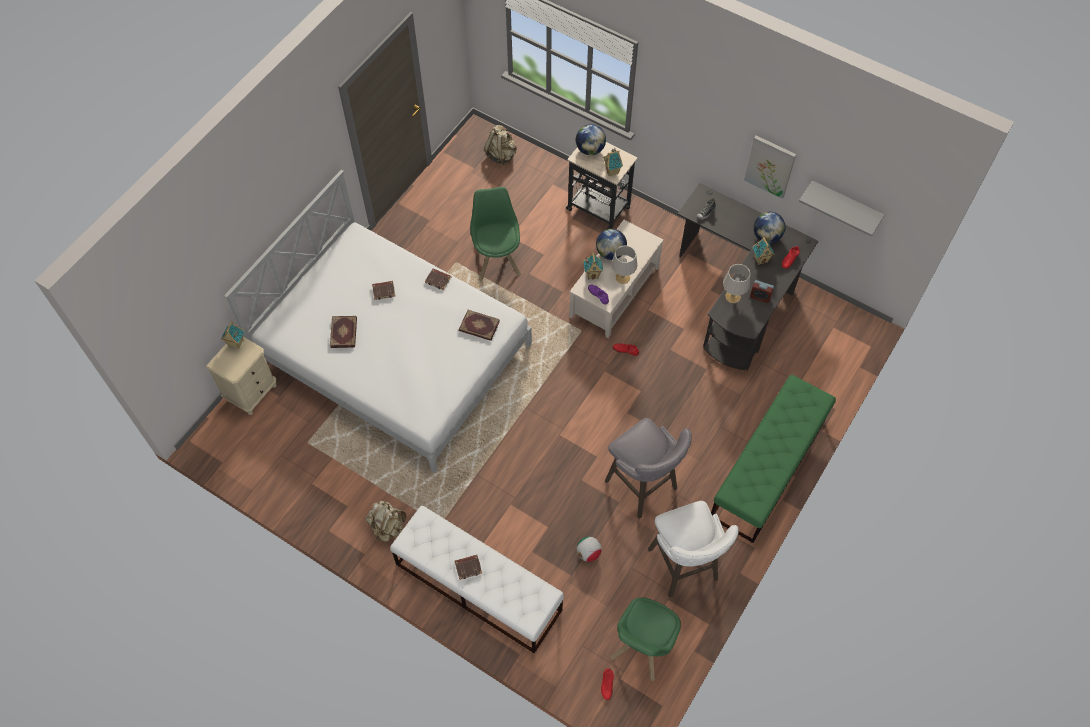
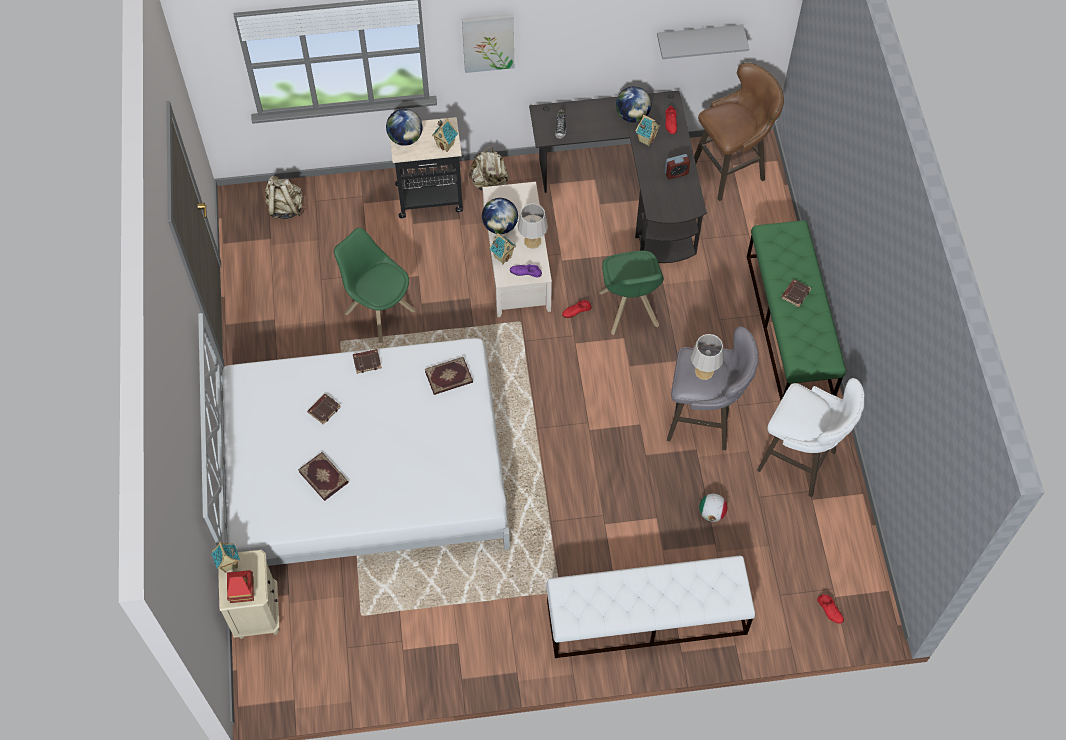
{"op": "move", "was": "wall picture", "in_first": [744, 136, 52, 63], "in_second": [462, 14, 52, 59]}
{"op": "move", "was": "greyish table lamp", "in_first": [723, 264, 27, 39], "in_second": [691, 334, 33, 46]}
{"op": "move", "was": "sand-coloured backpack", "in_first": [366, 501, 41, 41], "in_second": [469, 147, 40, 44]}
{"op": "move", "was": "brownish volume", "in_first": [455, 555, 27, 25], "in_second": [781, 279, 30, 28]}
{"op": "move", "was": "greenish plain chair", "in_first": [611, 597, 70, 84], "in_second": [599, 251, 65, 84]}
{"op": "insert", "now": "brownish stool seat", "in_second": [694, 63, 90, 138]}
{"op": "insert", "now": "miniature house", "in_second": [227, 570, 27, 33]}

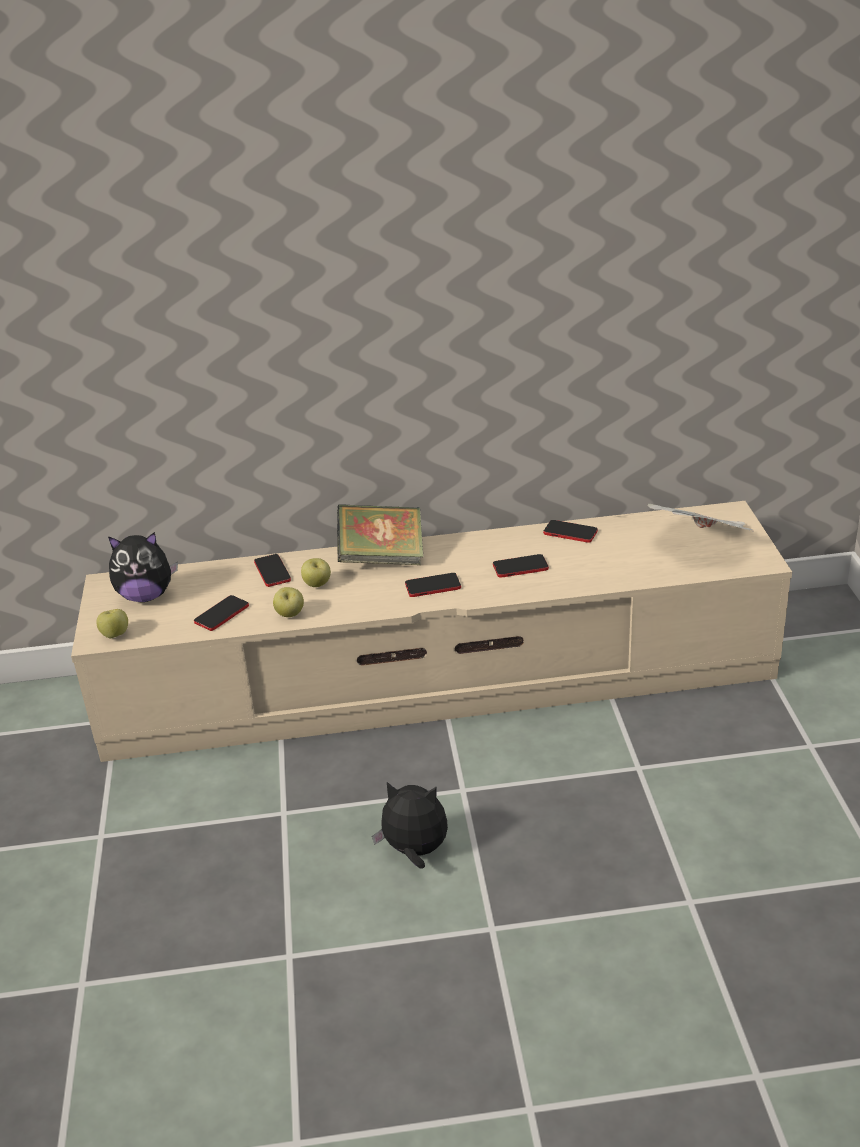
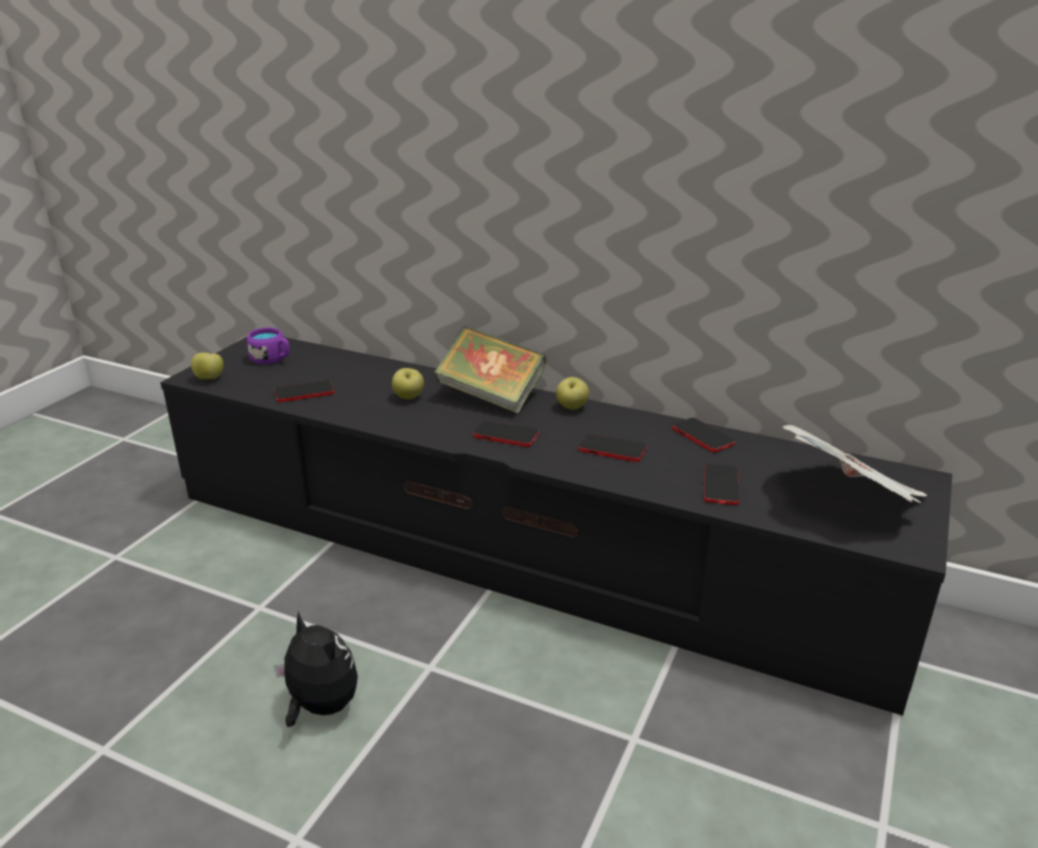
{"op": "recolor", "was": "sand-coloured tv unit", "now": "black-coloured tv unit", "in_first": [71, 501, 721, 261], "in_second": [160, 336, 792, 380]}
{"op": "replace", "was": "cuddly toy", "now": "purple-coloured tea mug", "in_first": [108, 532, 70, 70], "in_second": [246, 327, 44, 37]}
{"op": "move", "was": "handset", "in_first": [254, 554, 37, 33], "in_second": [704, 464, 35, 41]}
{"op": "move", "was": "apple fruit", "in_first": [273, 587, 31, 30], "in_second": [556, 377, 33, 32]}

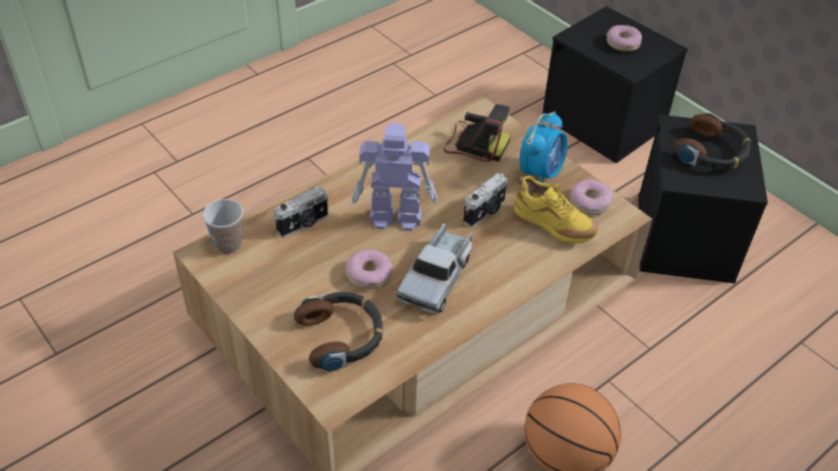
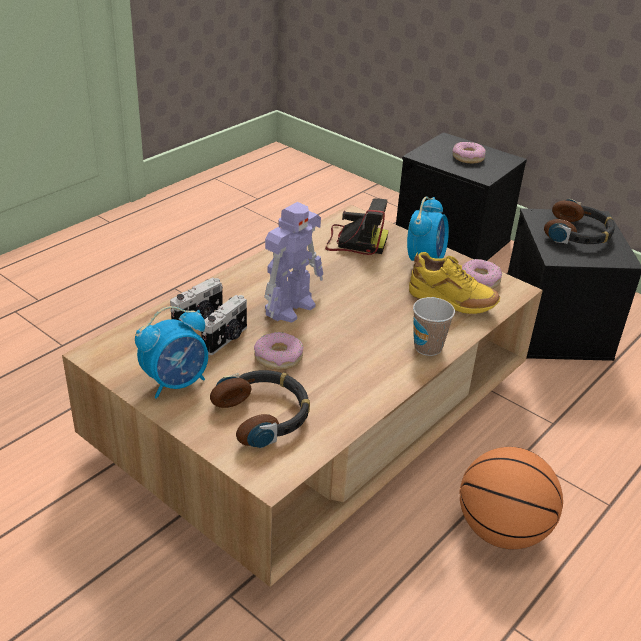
{"op": "rotate", "was": "robot figure", "in_first": [352, 123, 85, 108], "in_second": [264, 202, 59, 121], "clockwise": 135}
{"op": "move", "was": "still camera", "in_first": [463, 173, 44, 54], "in_second": [201, 295, 46, 60]}
{"op": "move", "was": "drinking cup", "in_first": [202, 199, 41, 55], "in_second": [413, 297, 42, 59]}
{"op": "delete", "was": "toy lorry", "in_first": [396, 223, 77, 90]}
{"op": "insert", "now": "bedside clock", "in_second": [135, 306, 73, 93]}

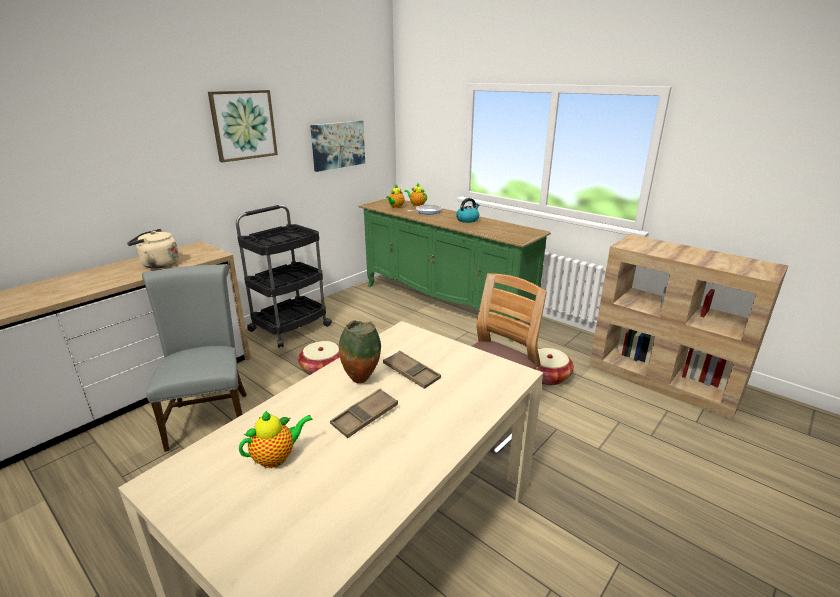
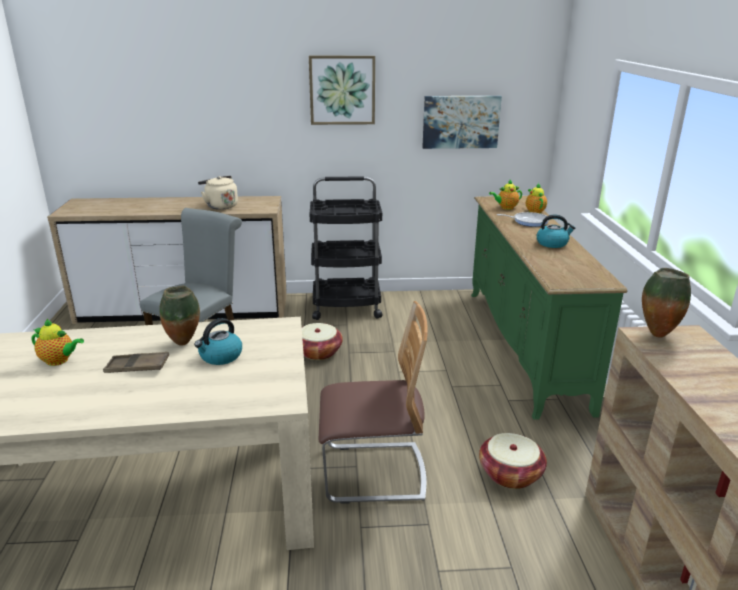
{"op": "replace", "was": "brownish tray", "now": "tea kettle", "in_first": [383, 351, 58, 38], "in_second": [194, 318, 48, 47]}
{"op": "insert", "now": "decorative vase", "in_second": [642, 268, 49, 69]}

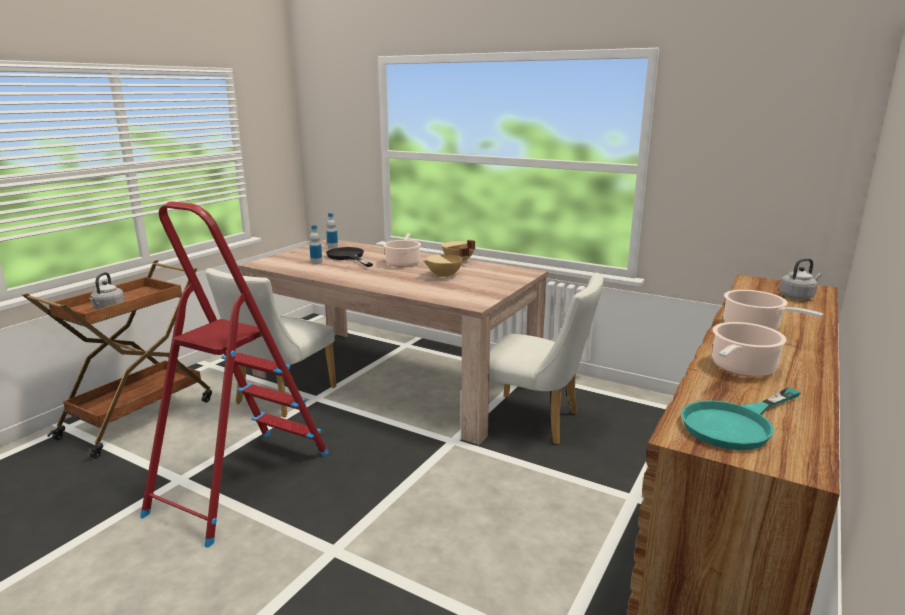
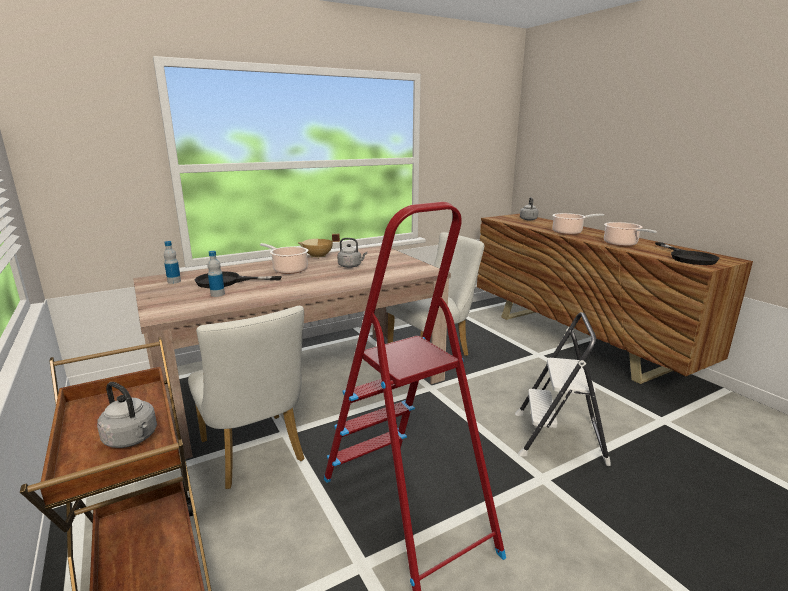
{"op": "replace", "was": "sand-coloured stockpot", "now": "greyish tea kettle", "in_first": [423, 247, 46, 32], "in_second": [337, 238, 30, 30]}
{"op": "recolor", "was": "turquoise-coloured frying pan", "now": "black-coloured frying pan", "in_first": [681, 387, 120, 63], "in_second": [655, 242, 65, 23]}
{"op": "insert", "now": "white-coloured step stool", "in_second": [515, 312, 96, 154]}

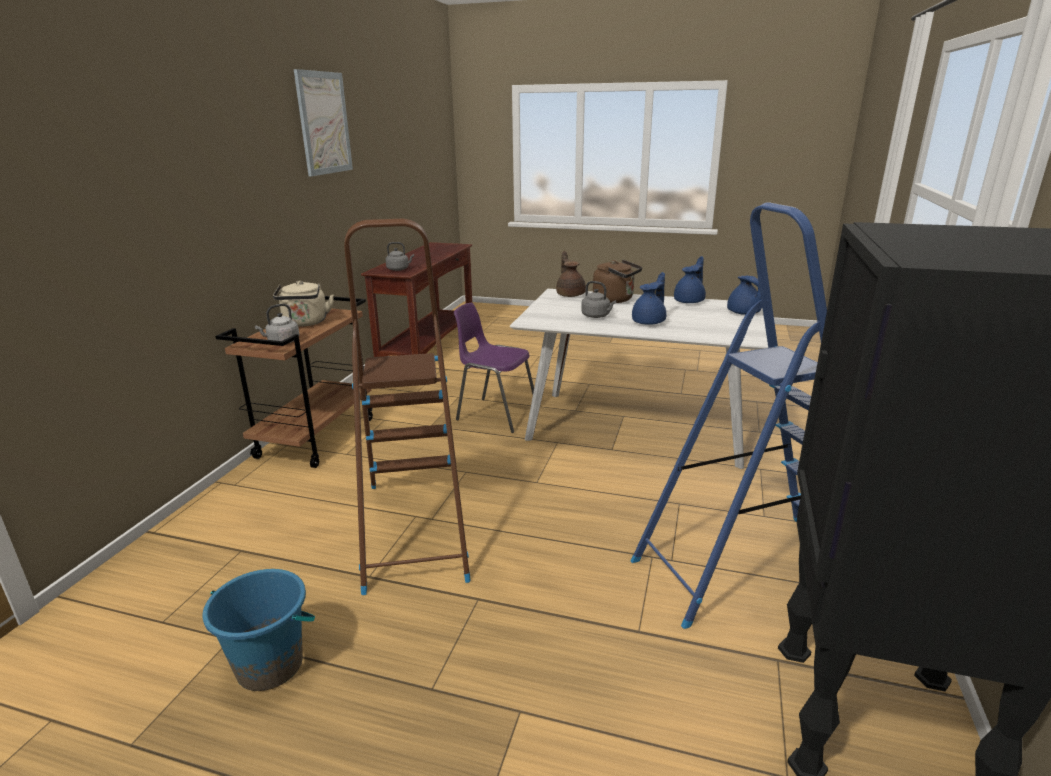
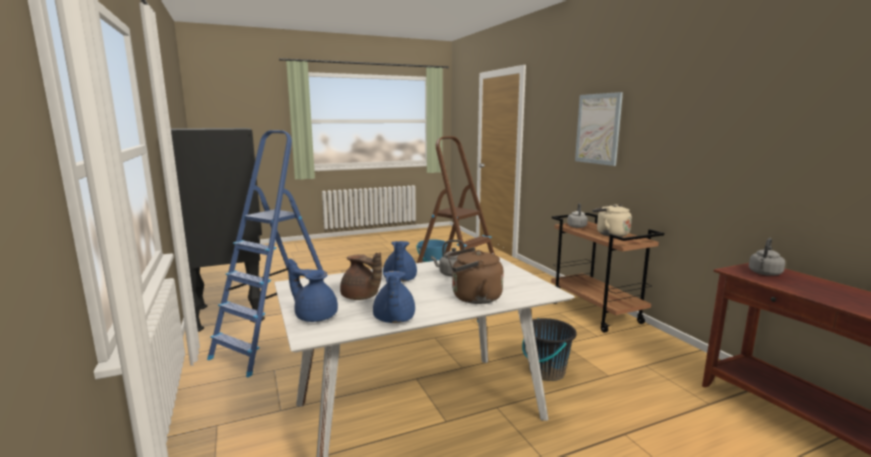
{"op": "move", "was": "wall picture", "in_first": [294, 69, 59, 108], "in_second": [575, 92, 48, 74]}
{"op": "move", "was": "brownish tea pot", "in_first": [556, 251, 30, 46], "in_second": [340, 252, 42, 48]}
{"op": "replace", "was": "purple-coloured plain chair", "now": "black-coloured water bucket", "in_first": [454, 303, 80, 130], "in_second": [522, 318, 55, 63]}

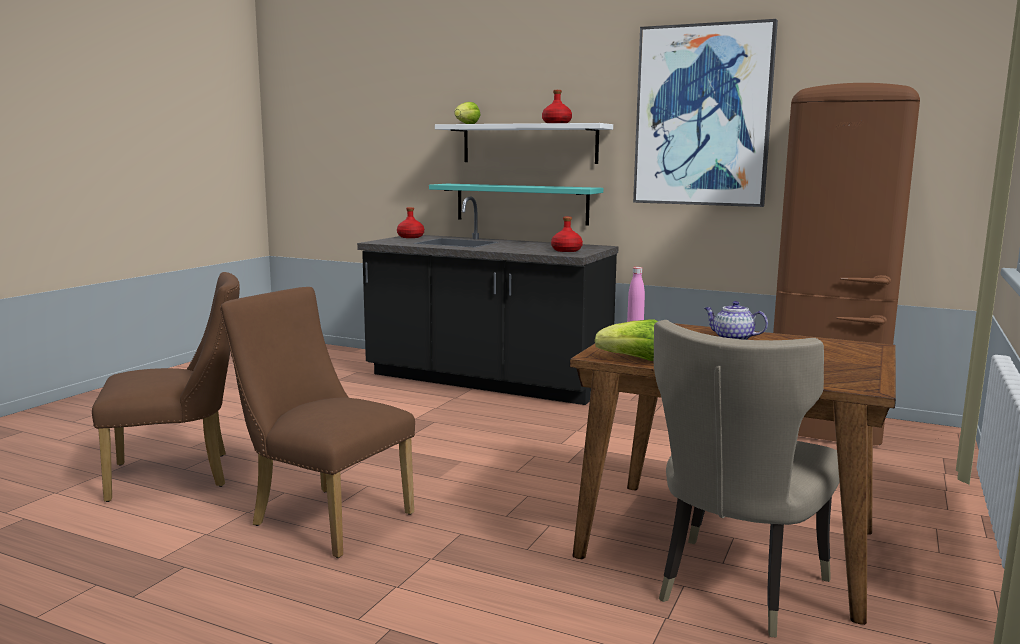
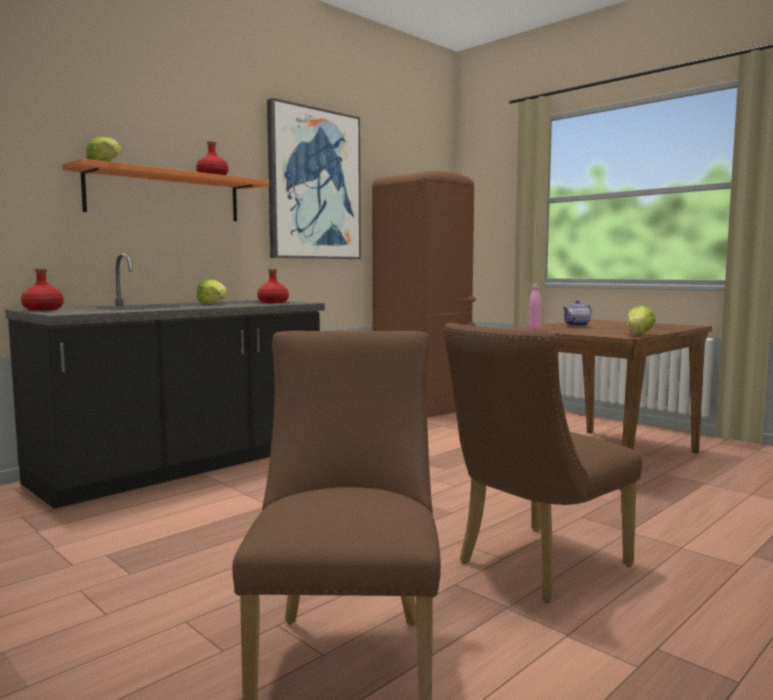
{"op": "recolor", "was": "white-coloured bracket shelf", "now": "orangey bracket shelf", "in_first": [435, 123, 178, 41], "in_second": [62, 158, 207, 63]}
{"op": "delete", "was": "turquoise-coloured bracket shelf", "in_first": [429, 184, 174, 42]}
{"op": "delete", "was": "sand-coloured plain chair", "in_first": [654, 320, 185, 318]}
{"op": "insert", "now": "lettuce head", "in_second": [196, 278, 31, 26]}

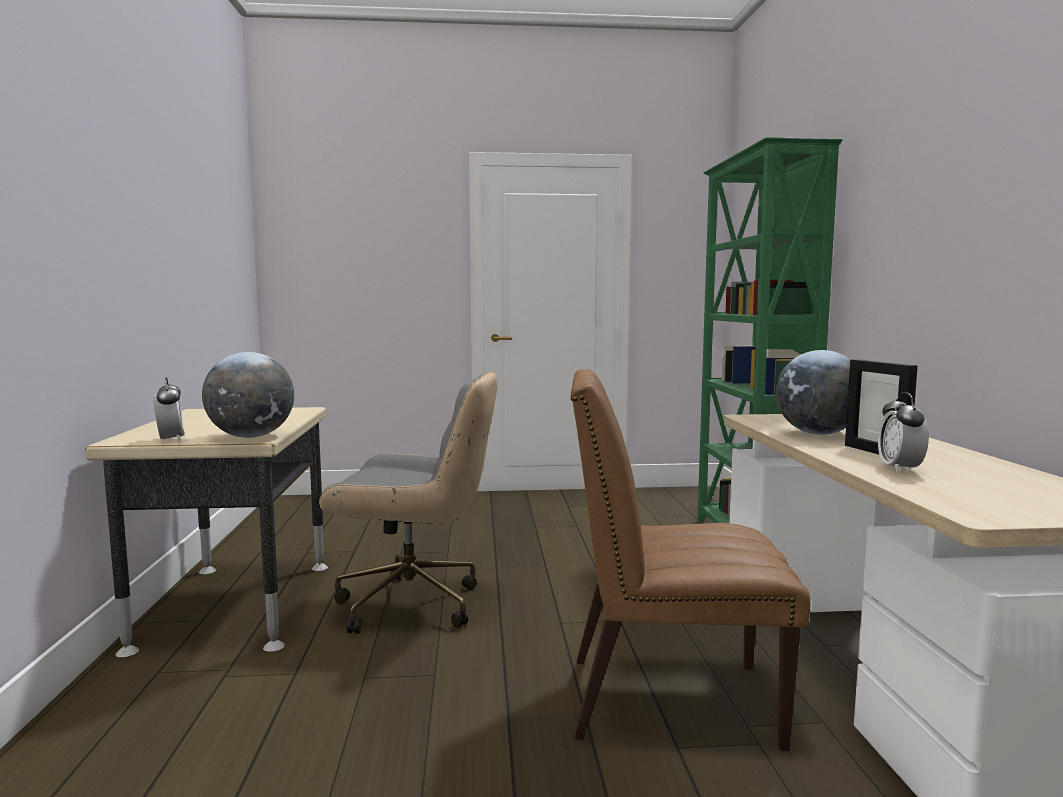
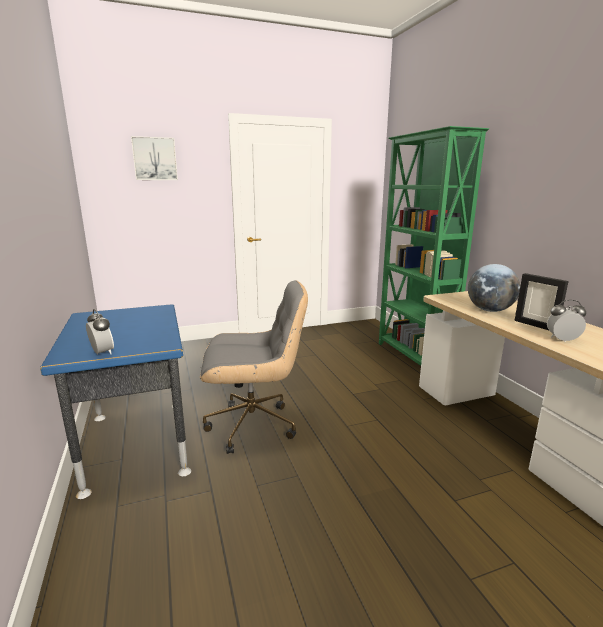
{"op": "delete", "was": "world globe", "in_first": [202, 352, 92, 86]}
{"op": "delete", "was": "brownish plain chair", "in_first": [571, 369, 240, 382]}
{"op": "rotate", "was": "bedside clock", "in_first": [878, 392, 51, 81], "in_second": [547, 300, 39, 42], "clockwise": 105}
{"op": "recolor", "was": "sand-coloured desk unit", "now": "bluish desk unit", "in_first": [85, 407, 243, 250], "in_second": [40, 304, 151, 195]}
{"op": "insert", "now": "wall picture", "in_second": [131, 136, 47, 44]}

